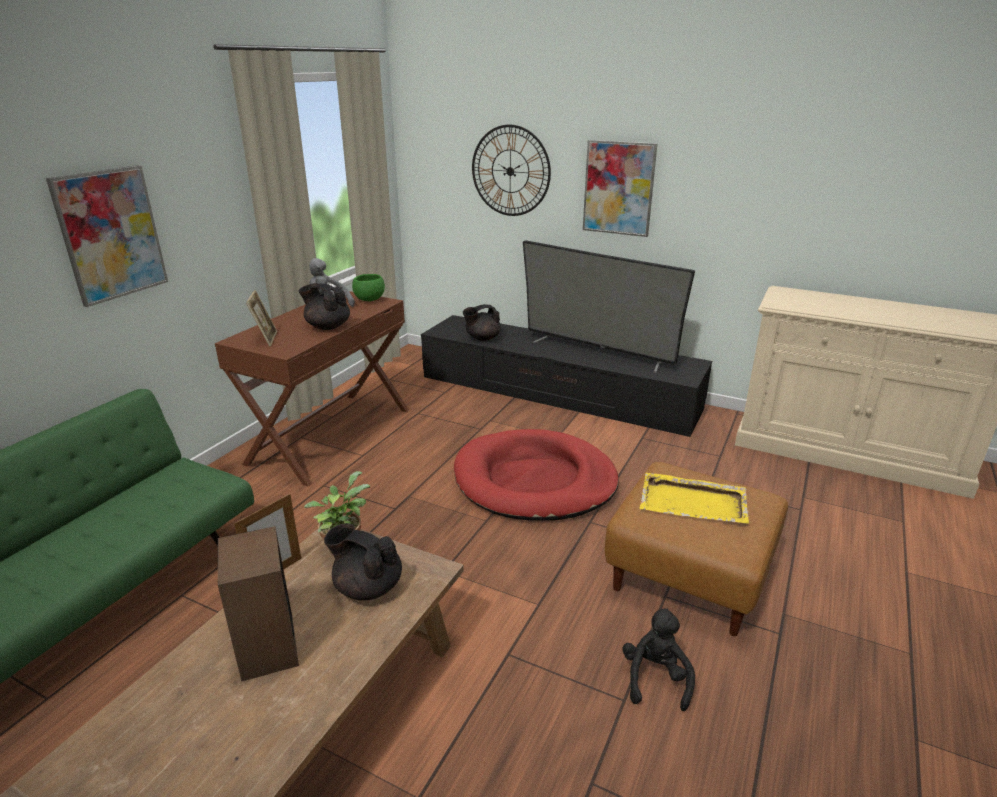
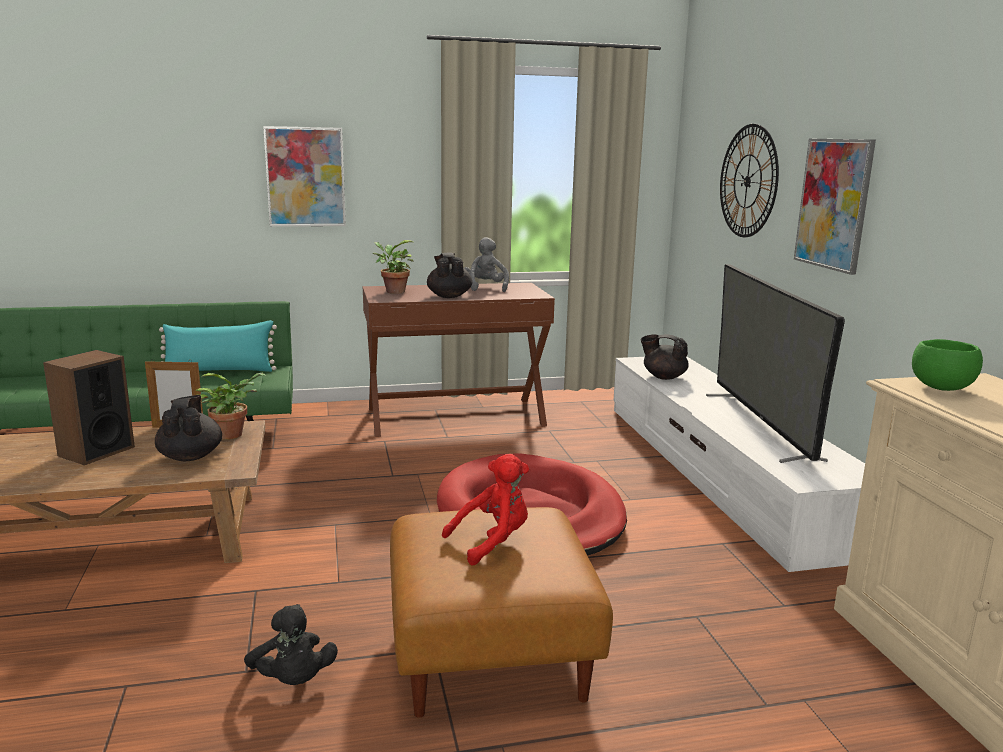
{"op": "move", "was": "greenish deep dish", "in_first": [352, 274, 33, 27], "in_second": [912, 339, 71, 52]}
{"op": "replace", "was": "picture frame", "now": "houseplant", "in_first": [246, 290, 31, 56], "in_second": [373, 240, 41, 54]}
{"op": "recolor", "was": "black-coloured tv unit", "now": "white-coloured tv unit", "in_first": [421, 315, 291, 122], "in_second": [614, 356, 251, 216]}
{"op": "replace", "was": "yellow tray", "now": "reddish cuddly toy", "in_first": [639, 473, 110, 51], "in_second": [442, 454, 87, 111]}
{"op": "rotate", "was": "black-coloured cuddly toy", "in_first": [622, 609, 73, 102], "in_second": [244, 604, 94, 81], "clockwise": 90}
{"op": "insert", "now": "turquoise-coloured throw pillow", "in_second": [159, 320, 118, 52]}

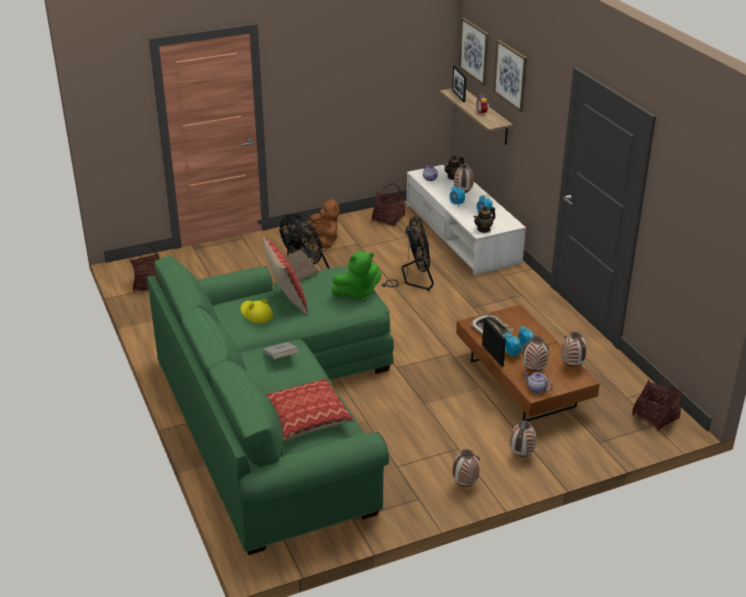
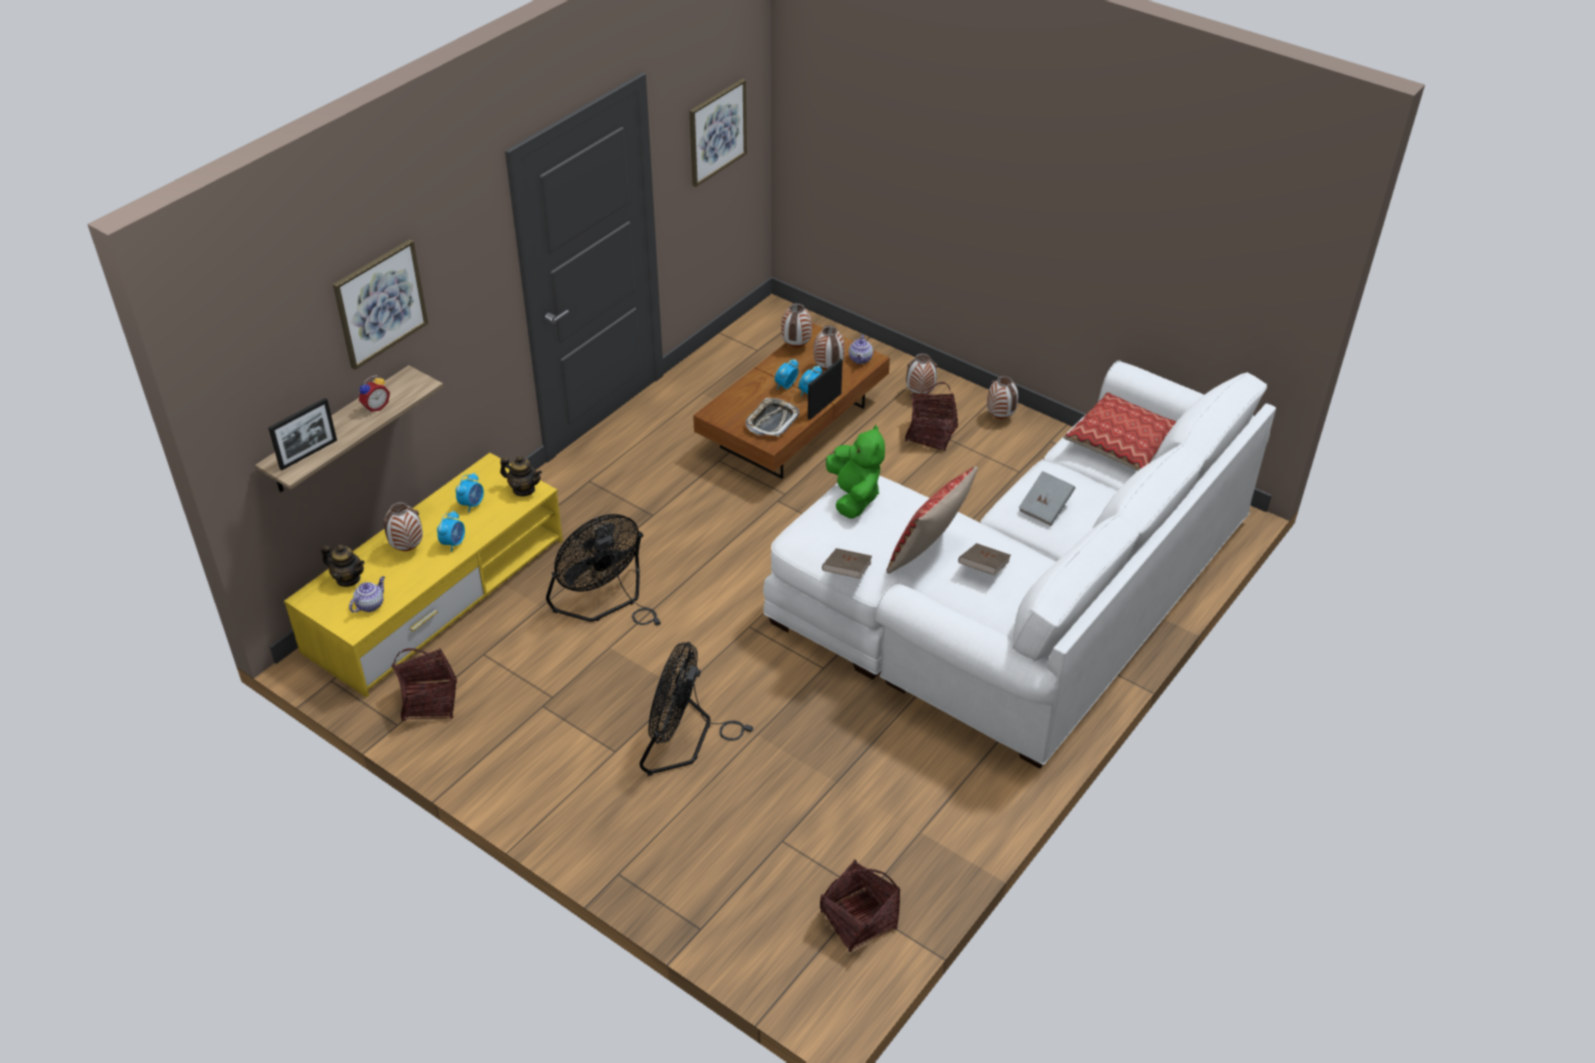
{"op": "move", "was": "wall picture", "in_first": [459, 18, 30, 67], "in_second": [690, 79, 57, 108]}
{"op": "recolor", "was": "white-coloured tv unit", "now": "yellow tv unit", "in_first": [407, 164, 119, 111], "in_second": [284, 453, 279, 245]}
{"op": "delete", "was": "brownish cuddly toy", "in_first": [306, 197, 33, 52]}
{"op": "rotate", "was": "greenish cuddly toy", "in_first": [331, 251, 50, 51], "in_second": [826, 424, 59, 95], "clockwise": 45}
{"op": "recolor", "was": "greenish couch", "now": "white-coloured couch", "in_first": [147, 255, 247, 300], "in_second": [763, 360, 513, 409]}
{"op": "replace", "was": "yellow clothing hat", "now": "brownish volume", "in_first": [240, 298, 33, 25], "in_second": [958, 543, 53, 32]}
{"op": "move", "was": "storage basket", "in_first": [632, 372, 49, 59], "in_second": [905, 382, 53, 69]}

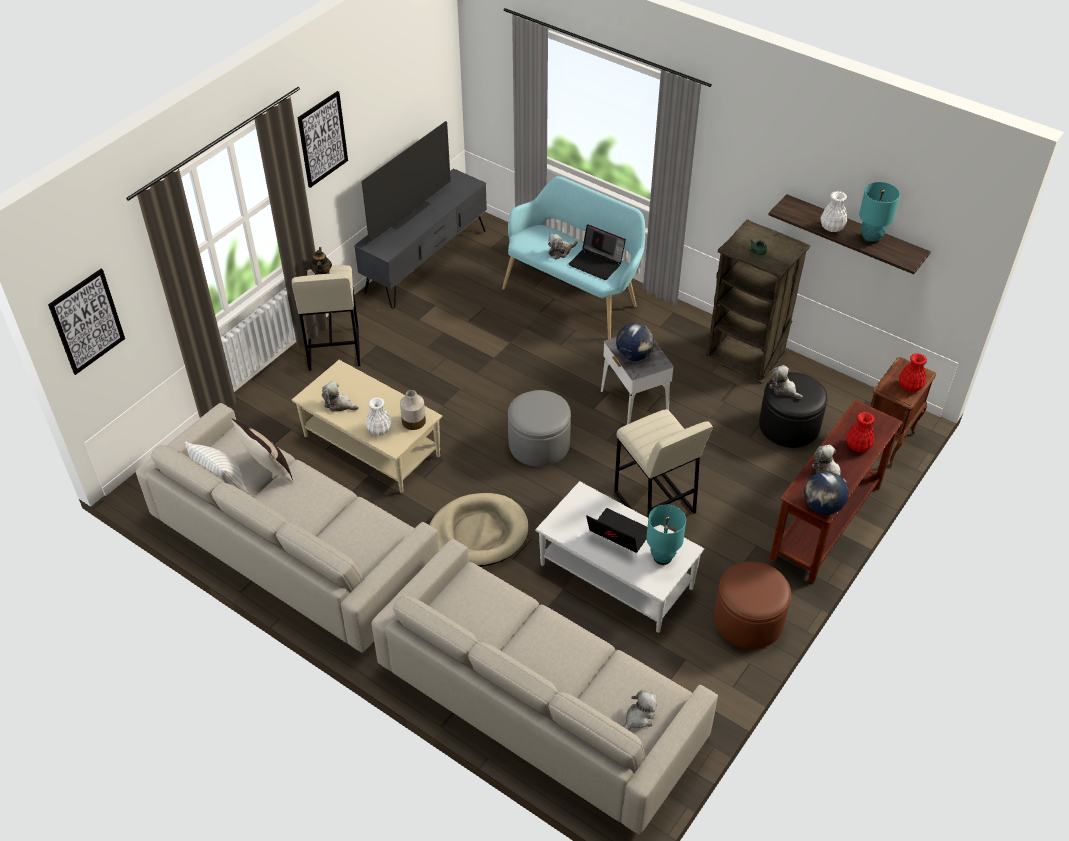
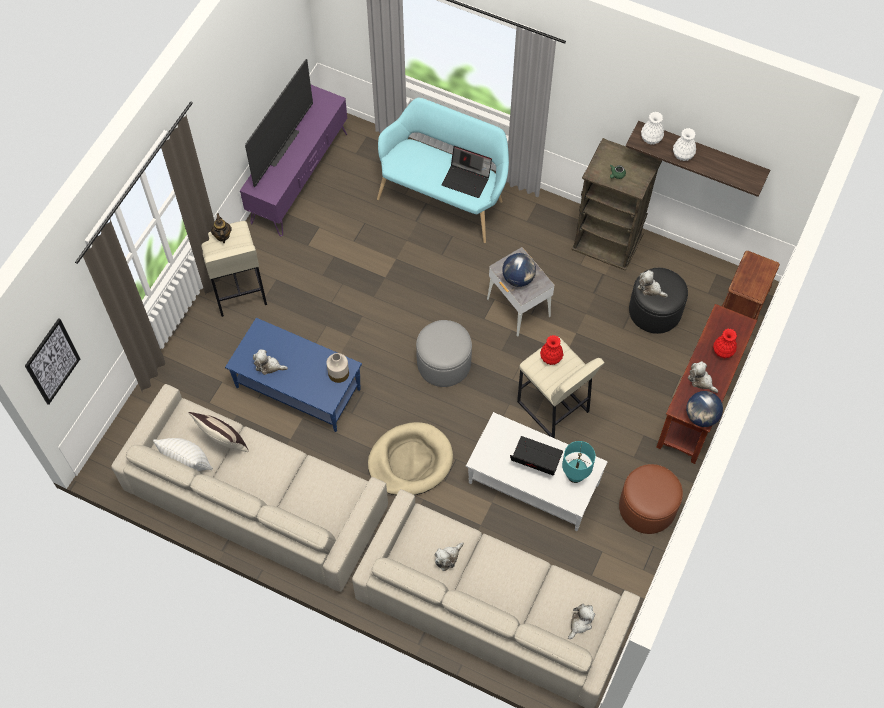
{"op": "delete", "was": "wall picture", "in_first": [298, 91, 50, 97]}
{"op": "recolor", "was": "greyish tv unit", "now": "purple-coloured tv unit", "in_first": [354, 168, 133, 141], "in_second": [240, 85, 107, 151]}
{"op": "delete", "was": "turquoise-coloured table lamp", "in_first": [859, 182, 41, 62]}
{"op": "move", "was": "cuddly toy", "in_first": [548, 234, 30, 25], "in_second": [435, 542, 29, 29]}
{"op": "move", "was": "reddish decorative vase", "in_first": [899, 353, 28, 39], "in_second": [540, 335, 23, 30]}
{"op": "recolor", "was": "sand-coloured lounge table", "now": "bluish lounge table", "in_first": [292, 360, 150, 133], "in_second": [225, 318, 137, 114]}
{"op": "move", "was": "white-coloured decorative vase", "in_first": [366, 397, 26, 39], "in_second": [641, 112, 23, 32]}

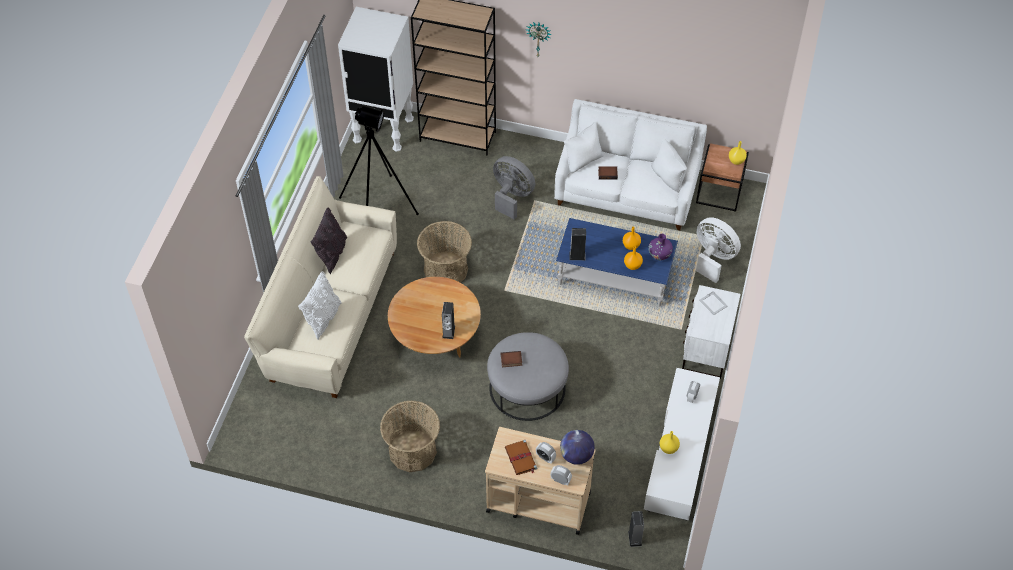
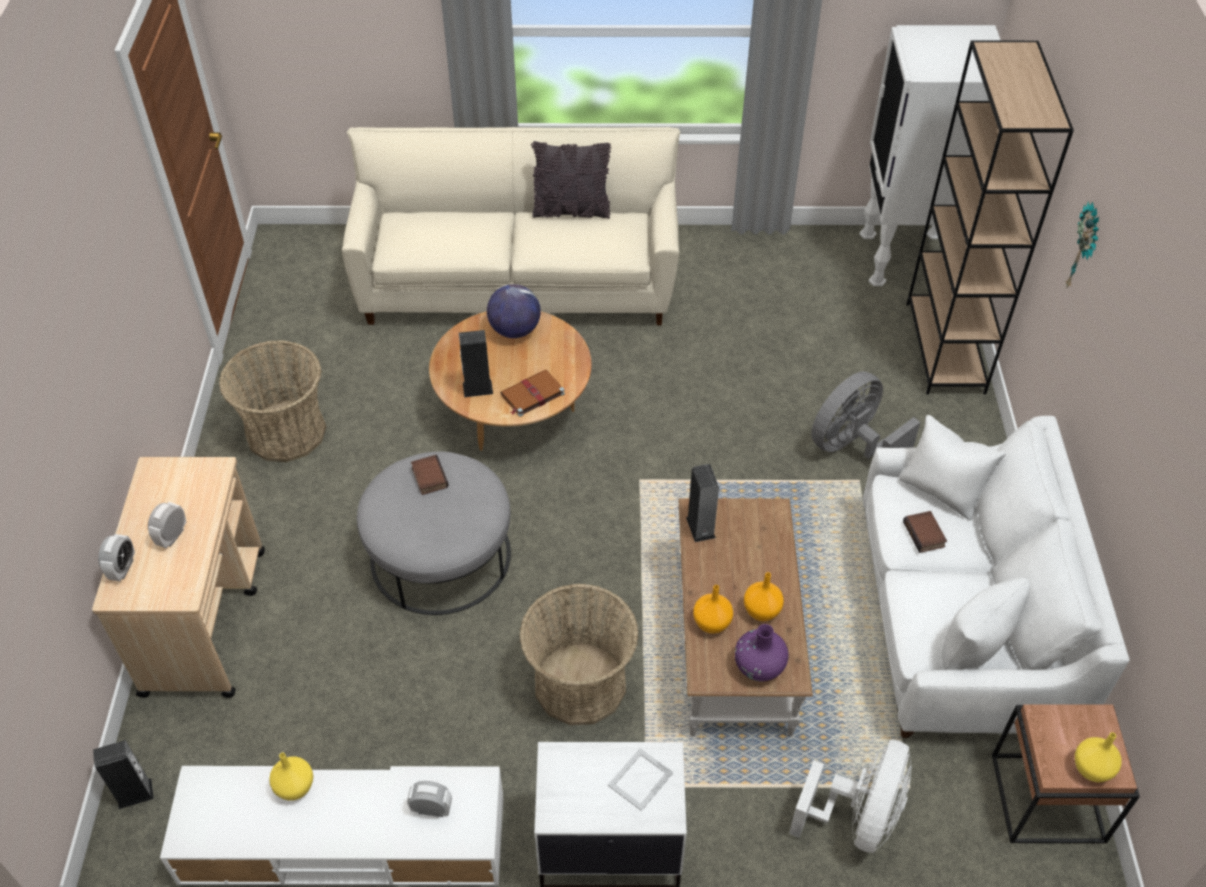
{"op": "delete", "was": "black-coloured standard lamp", "in_first": [339, 105, 80, 110]}
{"op": "rotate", "was": "greyish fan", "in_first": [493, 156, 42, 64], "in_second": [811, 371, 109, 88], "clockwise": -150}
{"op": "recolor", "was": "bluish lounge table", "now": "brownish lounge table", "in_first": [556, 218, 122, 89], "in_second": [678, 498, 135, 239]}
{"op": "move", "was": "storage basket", "in_first": [417, 221, 55, 62], "in_second": [519, 584, 120, 141]}
{"op": "delete", "was": "white-coloured throw pillow", "in_first": [298, 271, 44, 69]}
{"op": "move", "was": "world globe", "in_first": [560, 430, 35, 35], "in_second": [487, 284, 54, 54]}
{"op": "move", "was": "brownish volume", "in_first": [505, 440, 32, 35], "in_second": [500, 370, 65, 47]}

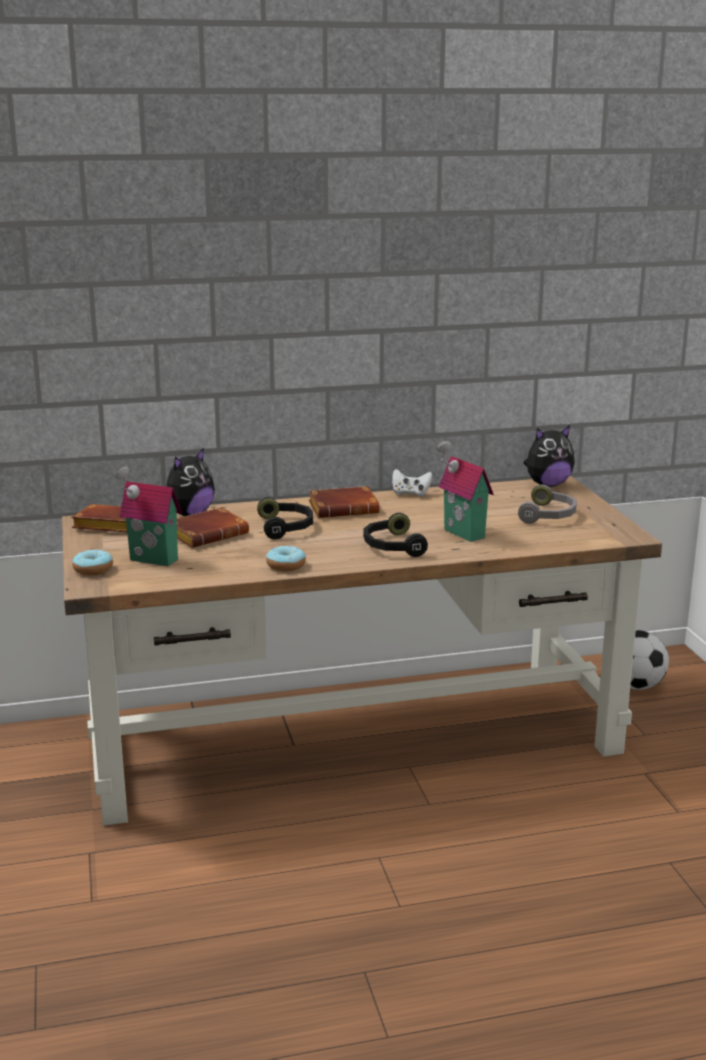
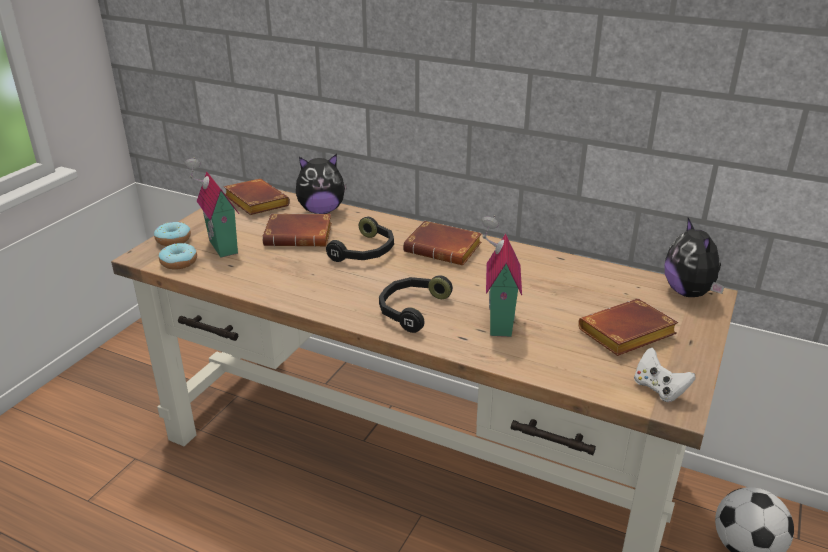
{"op": "rotate", "was": "cuddly toy", "in_first": [524, 425, 51, 62], "in_second": [665, 218, 60, 79], "clockwise": 60}
{"op": "move", "was": "white-coloured gamepad", "in_first": [392, 469, 40, 28], "in_second": [634, 348, 62, 54]}
{"op": "replace", "was": "greyish headset", "now": "brownish volume", "in_first": [518, 485, 59, 39], "in_second": [578, 299, 100, 57]}
{"op": "move", "was": "doughnut", "in_first": [266, 545, 40, 26], "in_second": [159, 243, 38, 27]}

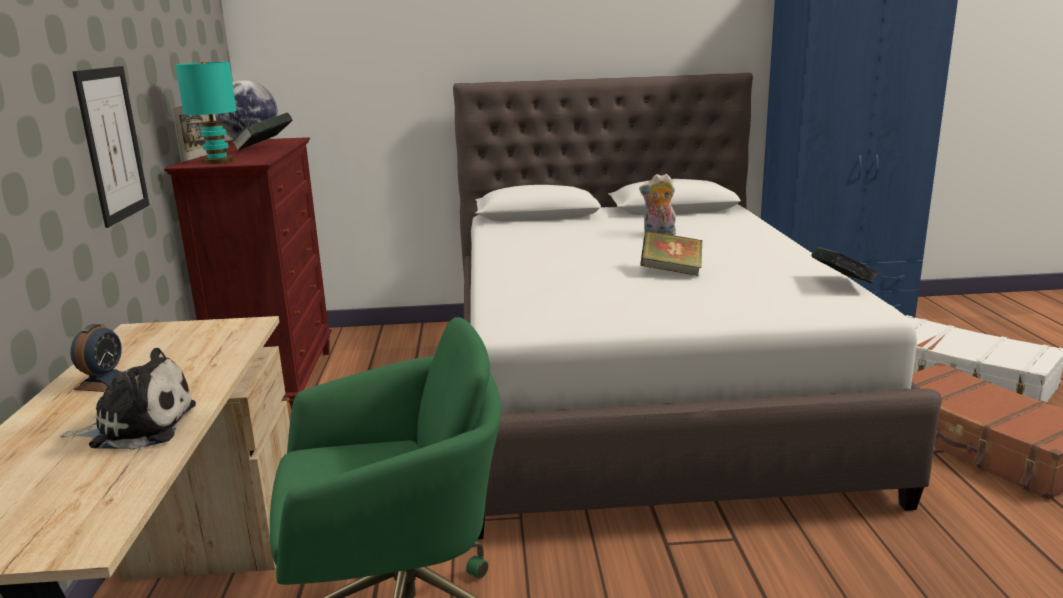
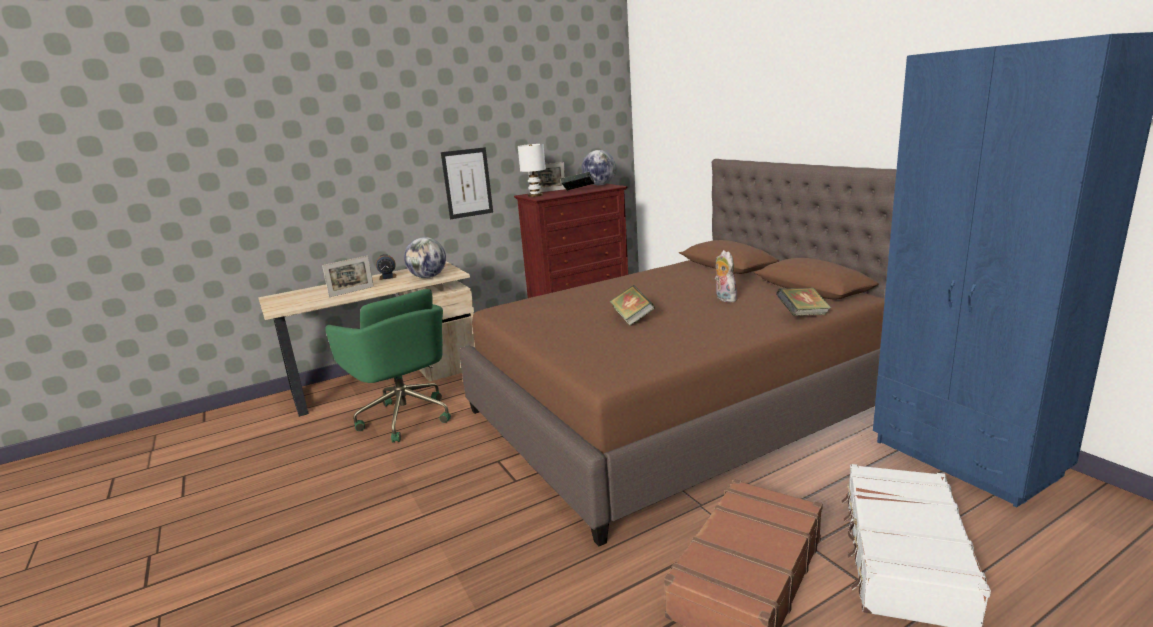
{"op": "recolor", "was": "turquoise-coloured table lamp", "now": "white-coloured table lamp", "in_first": [175, 62, 62, 102], "in_second": [518, 144, 28, 53]}
{"op": "recolor", "was": "white-coloured bed", "now": "brownish bed", "in_first": [453, 73, 489, 466], "in_second": [460, 159, 437, 387]}
{"op": "move", "was": "volume", "in_first": [811, 247, 68, 36], "in_second": [776, 288, 55, 28]}
{"op": "replace", "was": "cuddly toy", "now": "picture frame", "in_first": [60, 348, 136, 102], "in_second": [322, 256, 52, 41]}
{"op": "insert", "now": "world globe", "in_second": [404, 237, 42, 41]}

